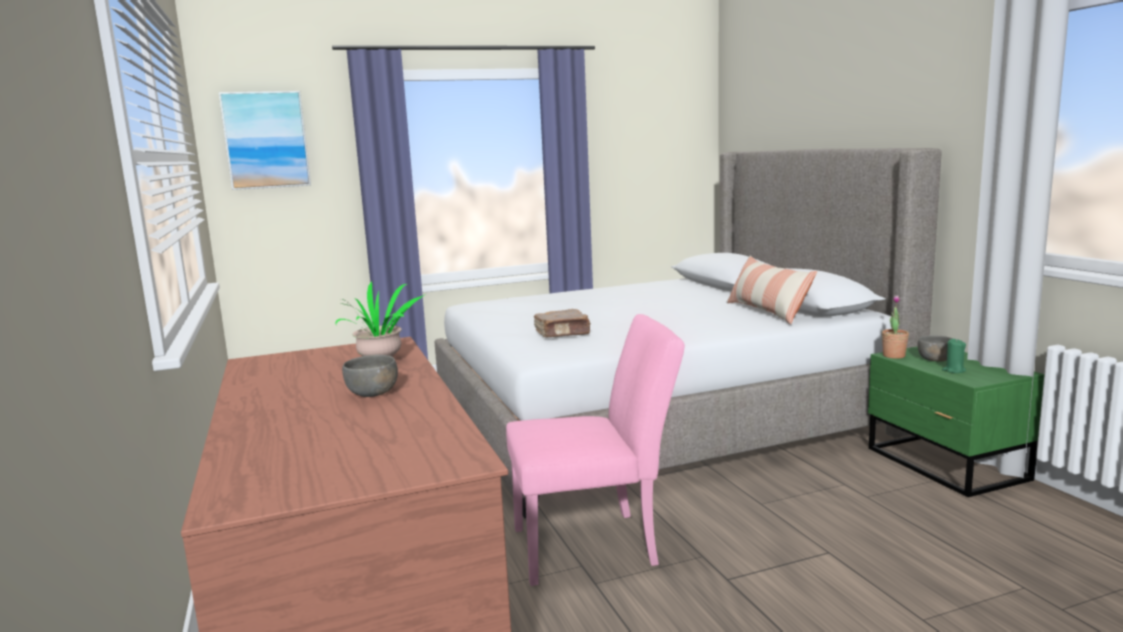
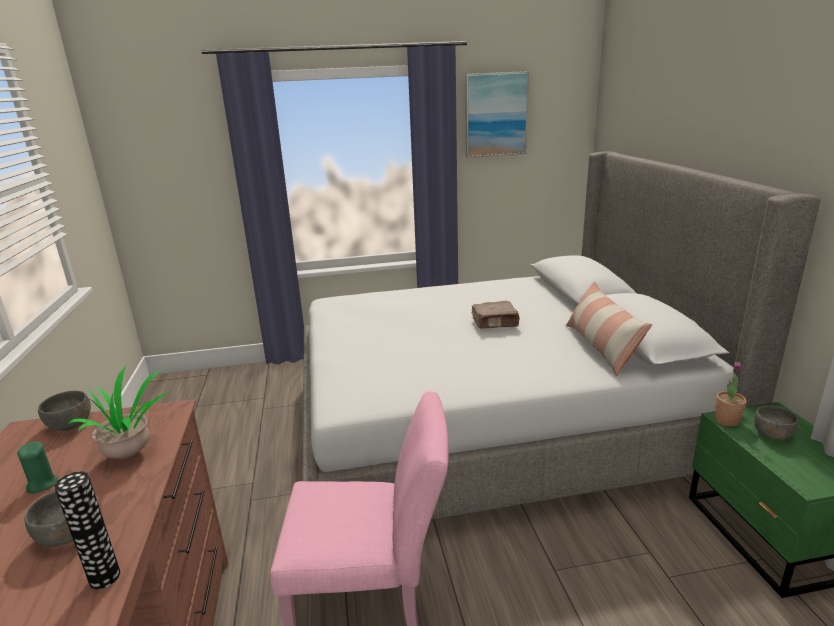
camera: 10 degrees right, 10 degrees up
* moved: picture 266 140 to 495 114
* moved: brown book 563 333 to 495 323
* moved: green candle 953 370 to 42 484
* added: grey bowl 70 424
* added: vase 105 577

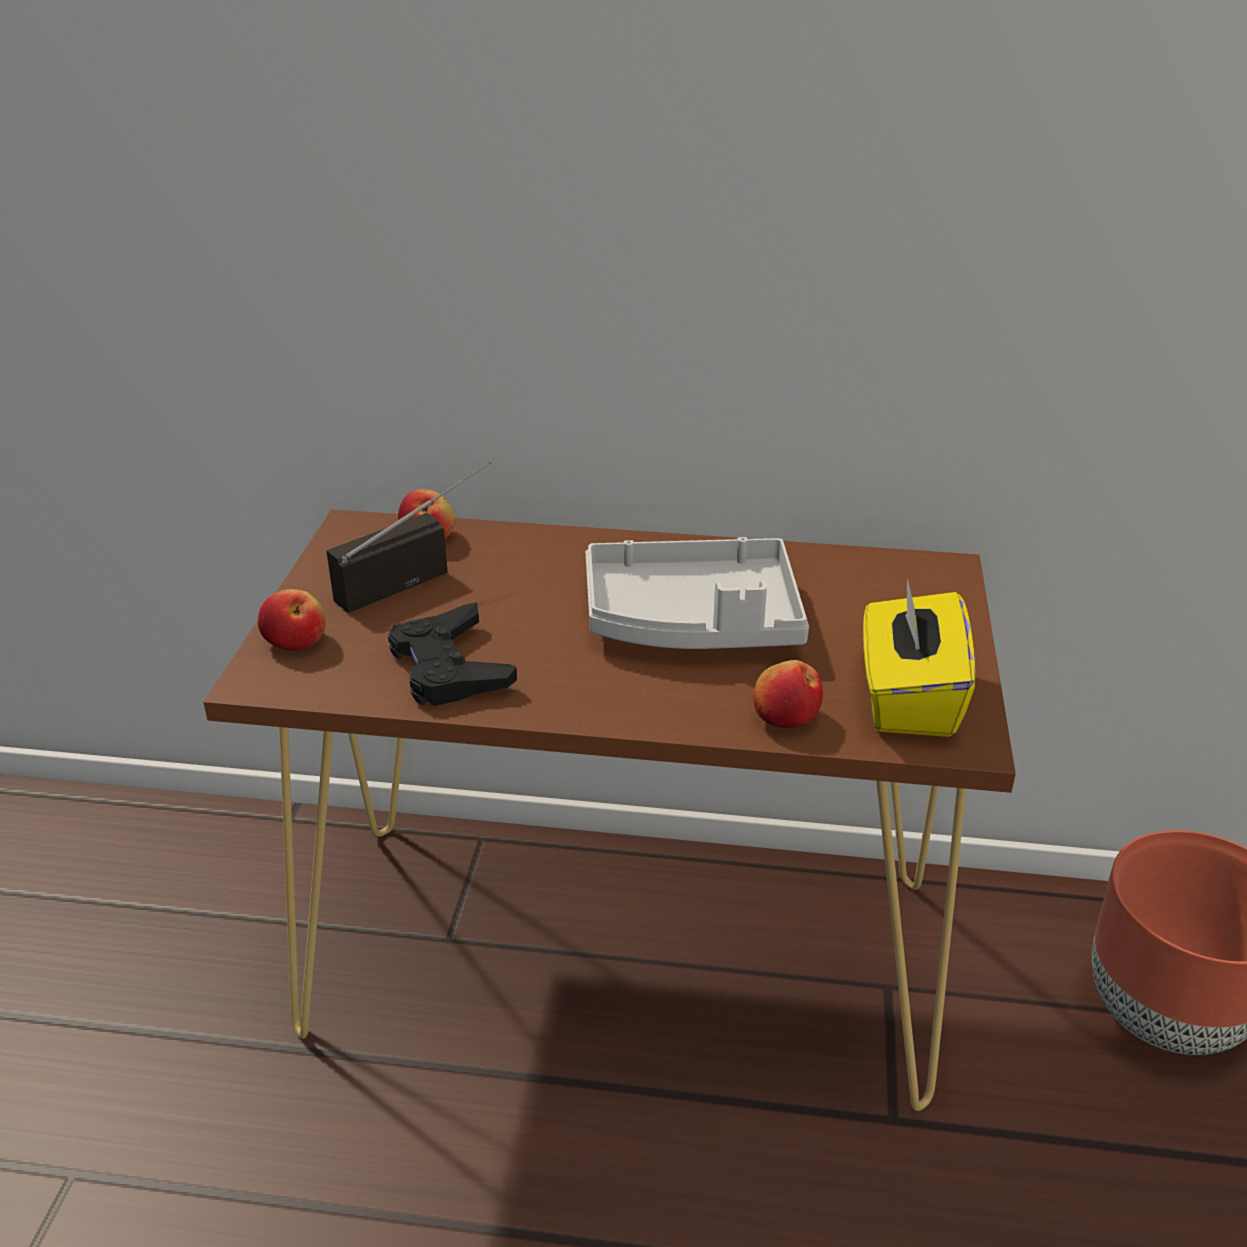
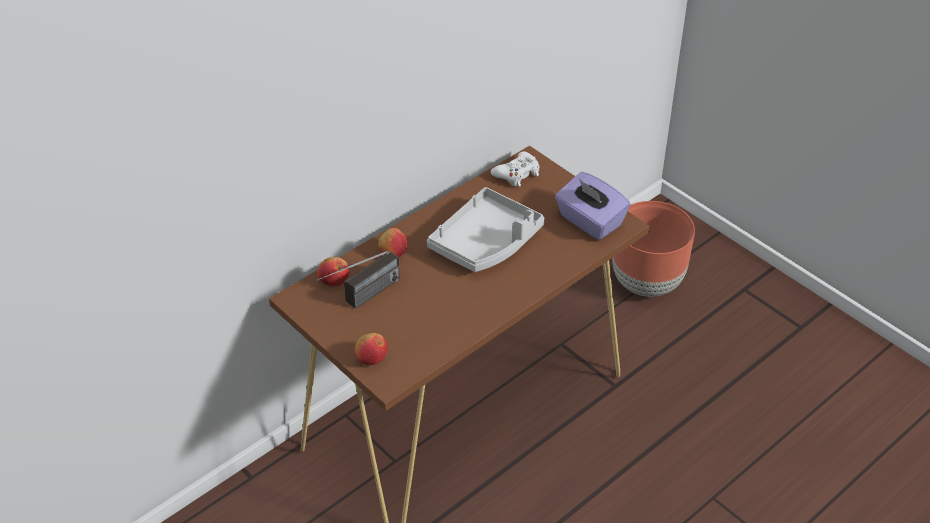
camera: 50 degrees left, 10 degrees up
* turned: radio 416 575 = 362 299 135 degrees counterclockwise
* removed: black game controller 449 667
* moved: apple 785 717 to 393 252
* recoloured: yellow tissue box 908 698 to purple tissue box 589 221
* added: white game controller 517 174

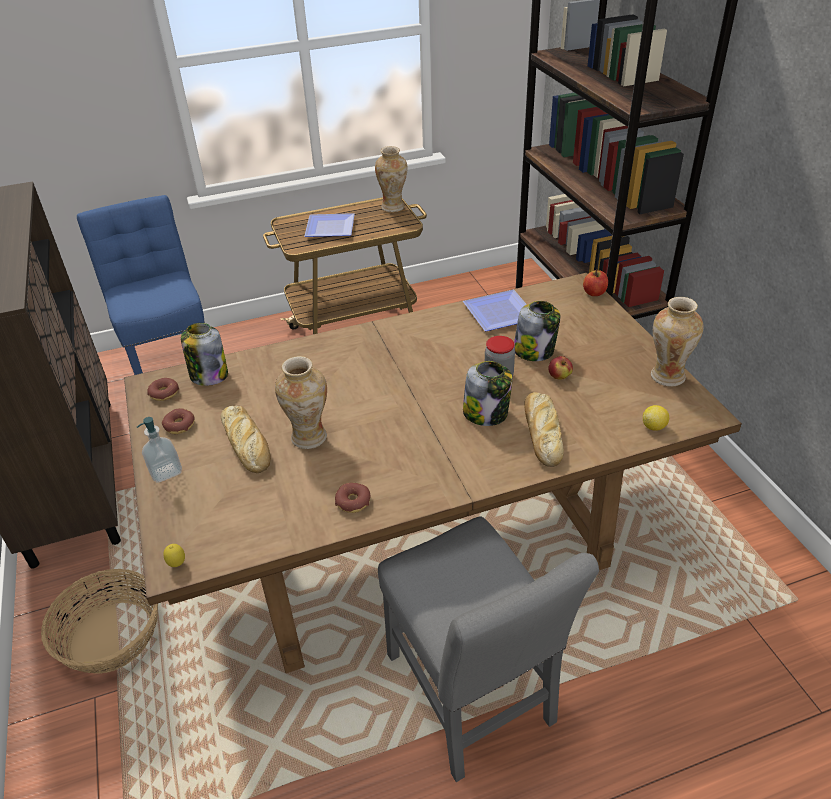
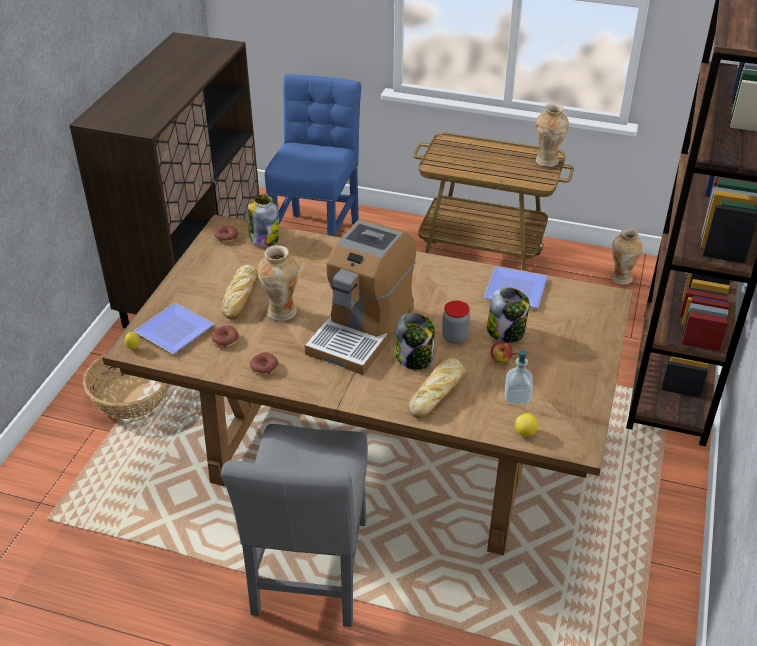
camera: 35 degrees right, 0 degrees up
* moved: soap dispenser 166 471 to 517 397
* moved: donut 180 425 to 225 340
* moved: plate 328 229 to 171 331
* removed: apple 594 293
* moved: vase 666 376 to 620 278
* added: coffee machine 362 329

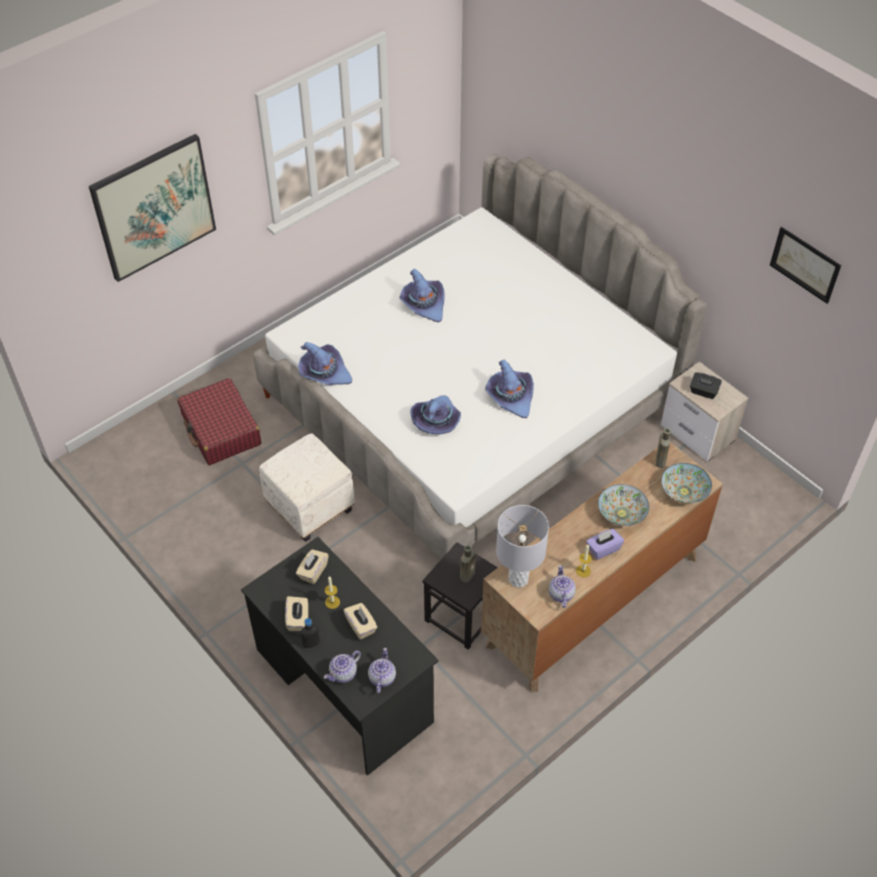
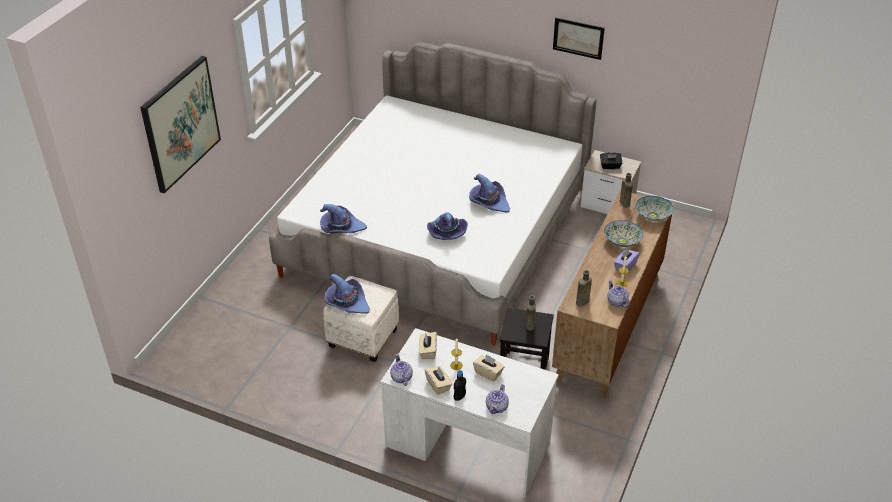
camera: 25 degrees left, 10 degrees down
* removed: red suitcase 221 430
* recoloured: black desk 343 685 to white desk 467 445
* moved: teapot 381 677 to 401 377
* moved: purple hat 423 304 to 347 302
* replaced: grey table lamp 518 579 to brown bottle 581 302
* moved: picture 805 264 to 578 38

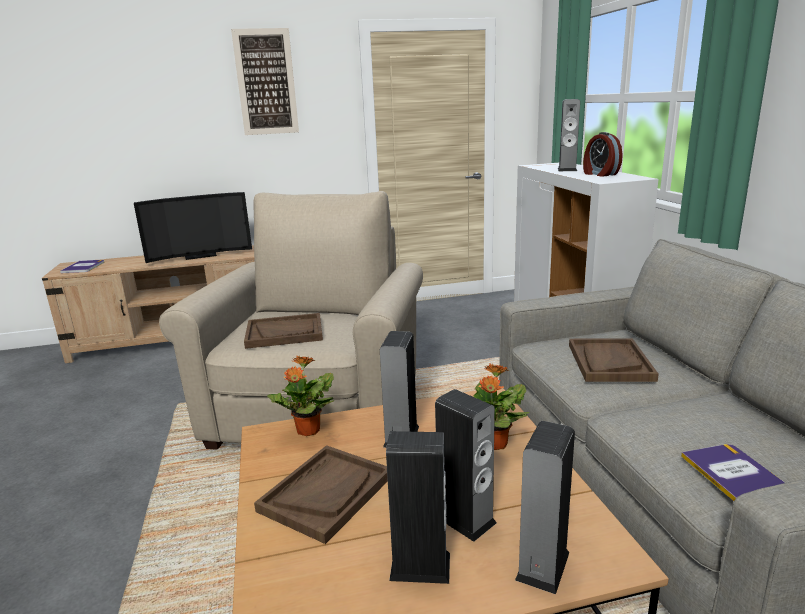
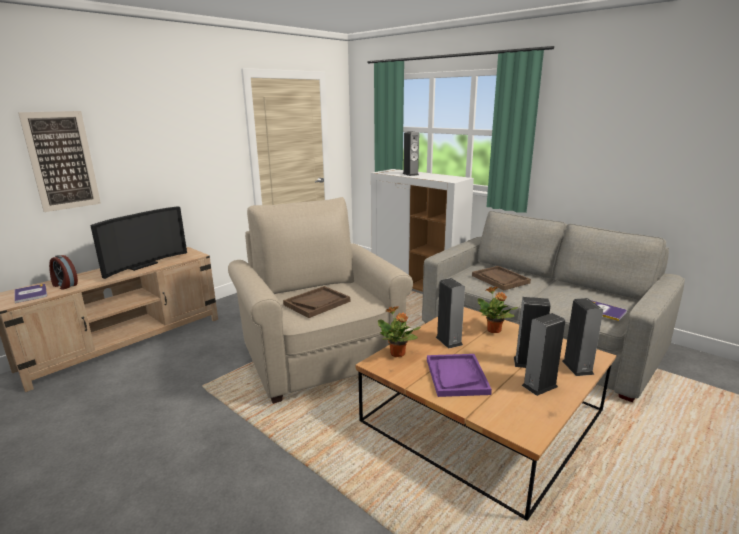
camera: 35 degrees left, 0 degrees up
* moved: picture 266 82 to 62 161
* recoloured: brown tray 326 493 to purple tray 456 376
* moved: alarm clock 599 174 to 64 285

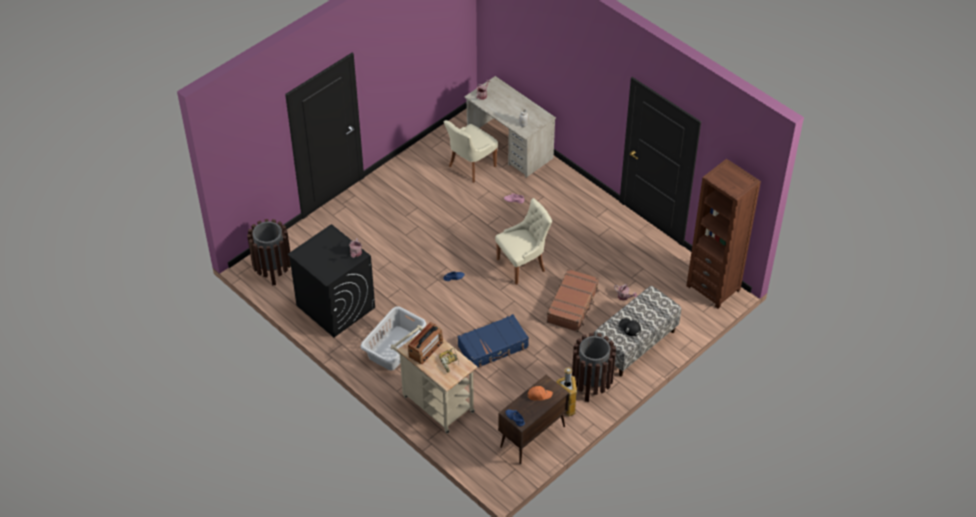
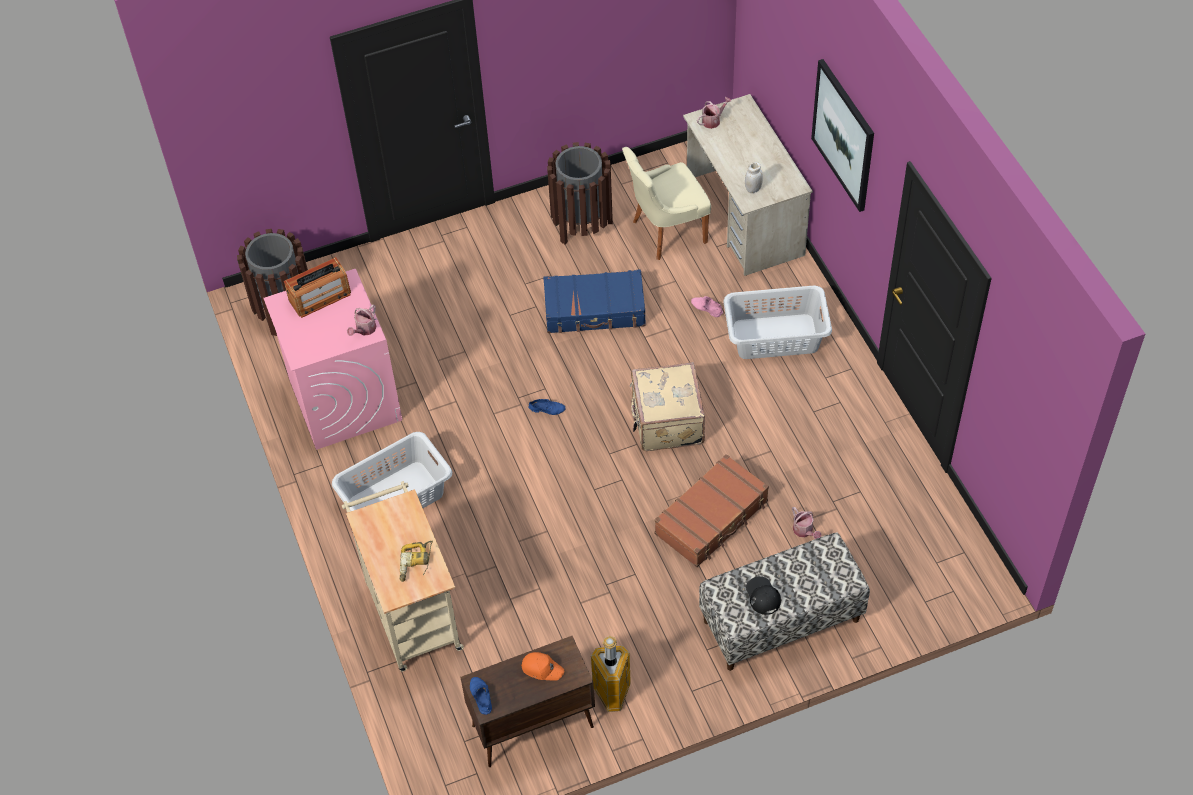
camera: 25 degrees right, 5 degrees up
* recoloured: black washing machine 335 306 to pink washing machine 344 399
* moved: radio 426 349 to 320 297
* moved: blue suitcase 493 347 to 595 310
* replaced: beige chair 523 264 to beige suitcase 666 422
* moved: brown trash can 591 385 to 582 224
* removed: brown bookcase 713 288
* added: grey laundry basket 776 337
* added: picture 843 135

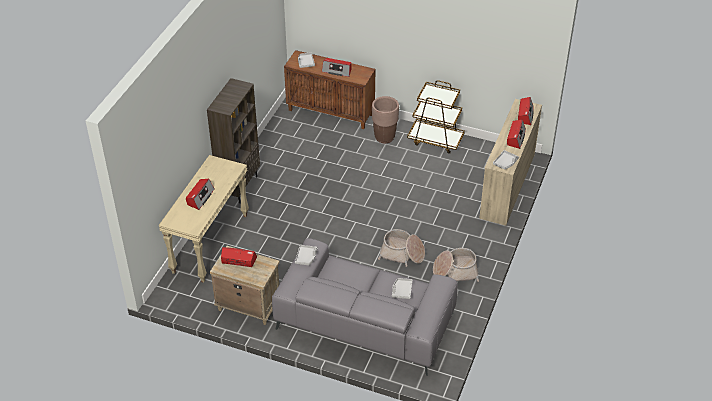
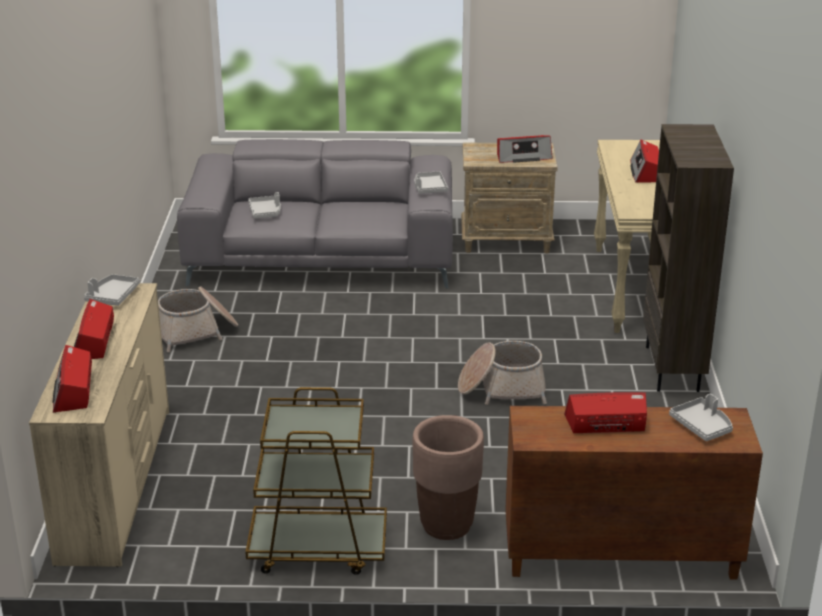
camera: 160 degrees right, 15 degrees down
* moved: basket 402 254 to 502 388

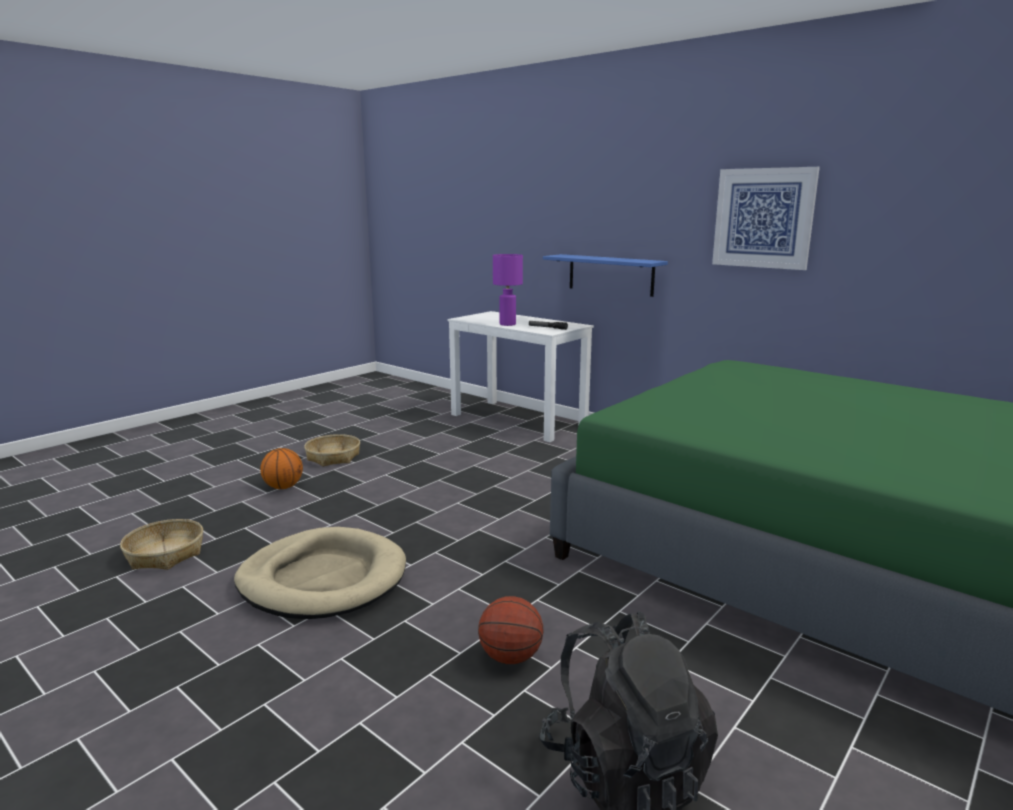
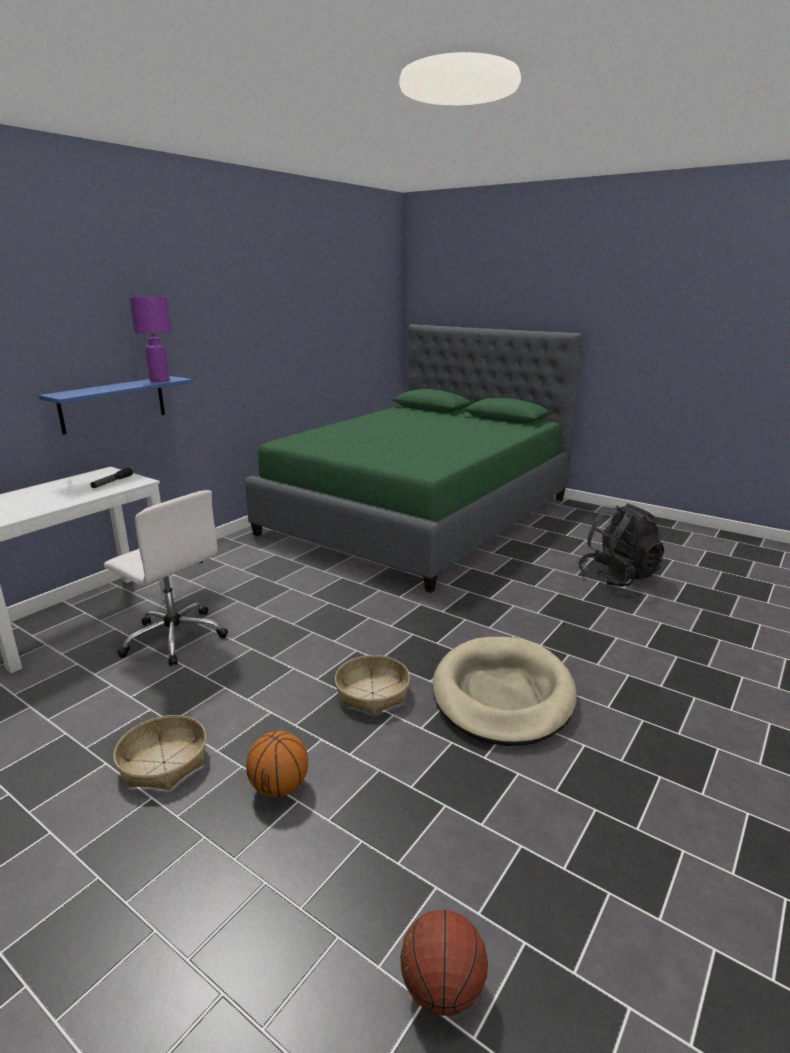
camera: 95 degrees left, 5 degrees up
* moved: basket 165 554 to 373 693
* moved: basketball 511 657 to 442 988
* moved: purple table lamp 507 324 to 159 380
* removed: picture 763 218
* added: white office chair 174 637

